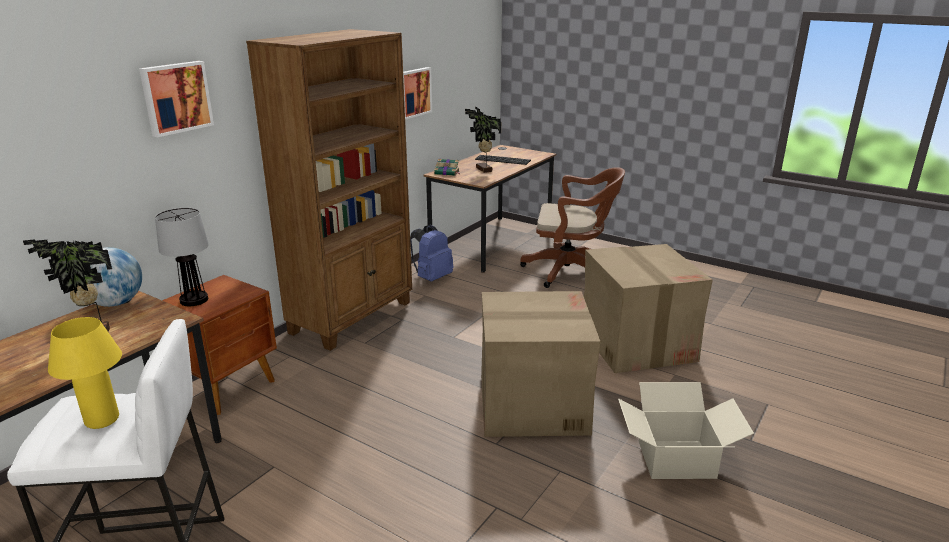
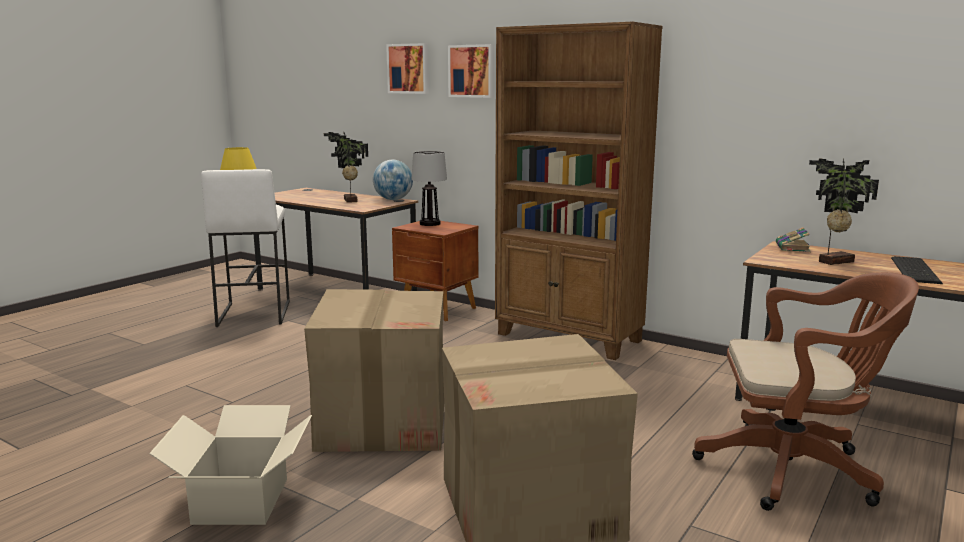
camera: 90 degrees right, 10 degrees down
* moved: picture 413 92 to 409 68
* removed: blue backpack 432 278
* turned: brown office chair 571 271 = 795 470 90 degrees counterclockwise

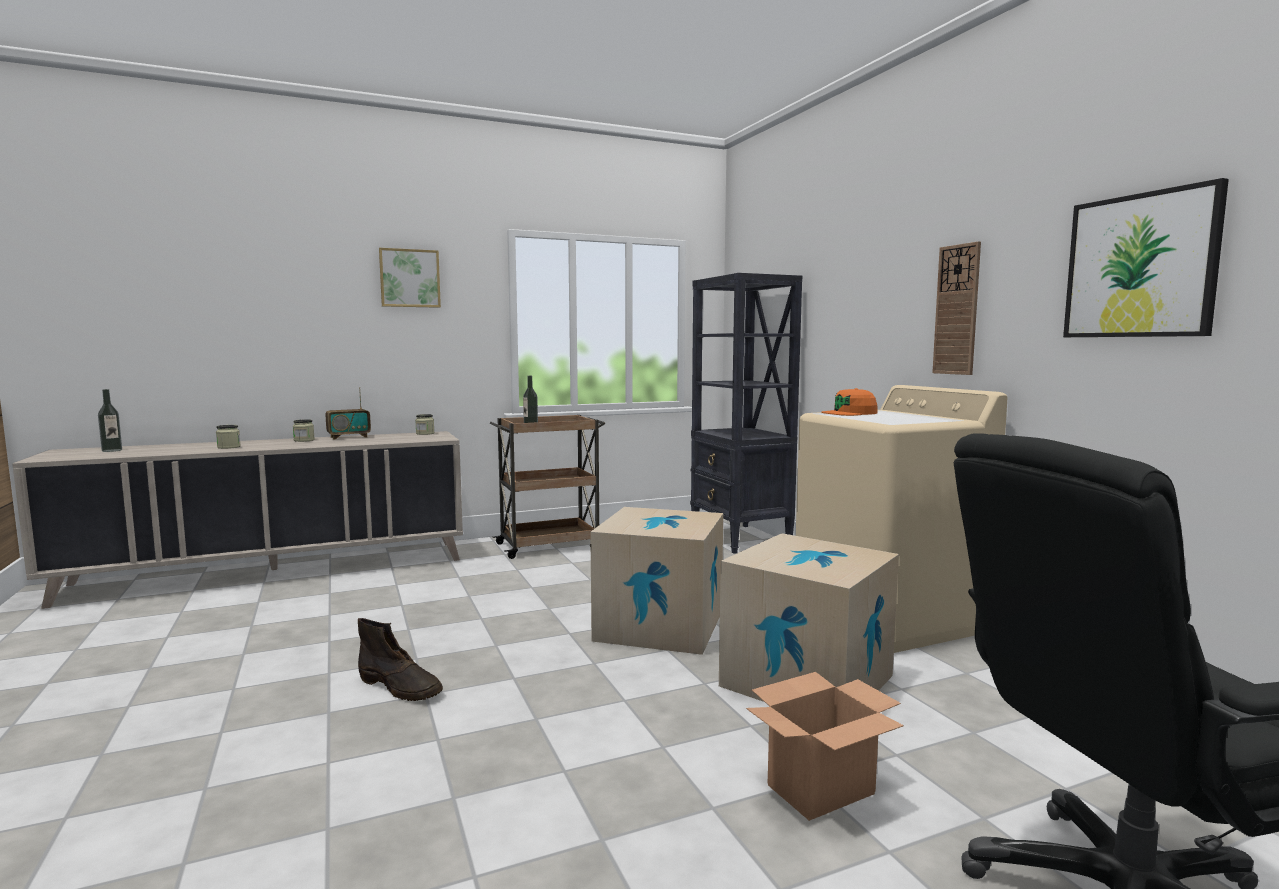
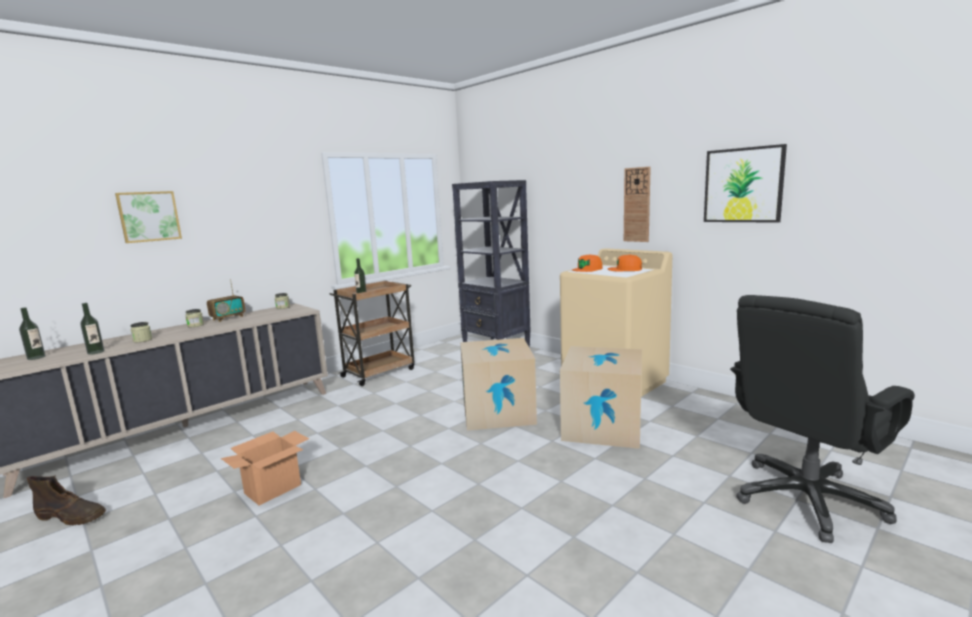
camera: 20 degrees left, 5 degrees up
* moved: brown boot 400 687 to 72 517
* moved: picture 409 278 to 149 216
* moved: cardboard box 821 789 to 273 489
* added: bottle 96 352
* added: orange cap 625 269

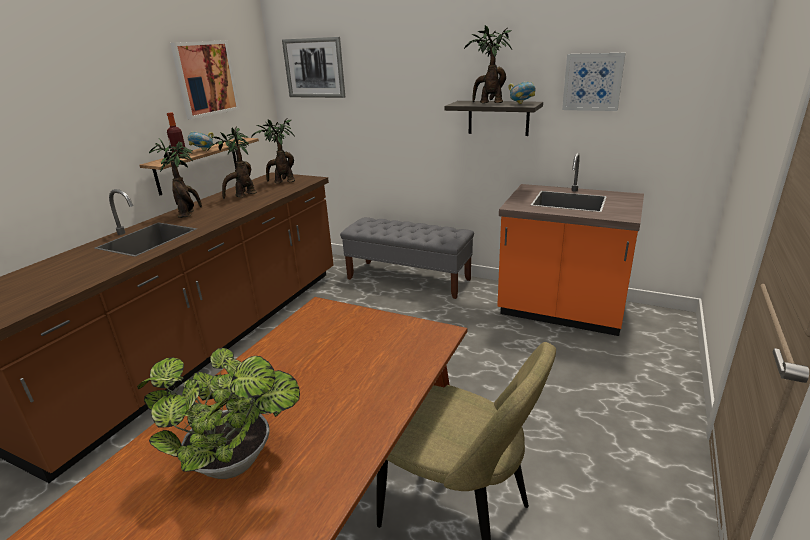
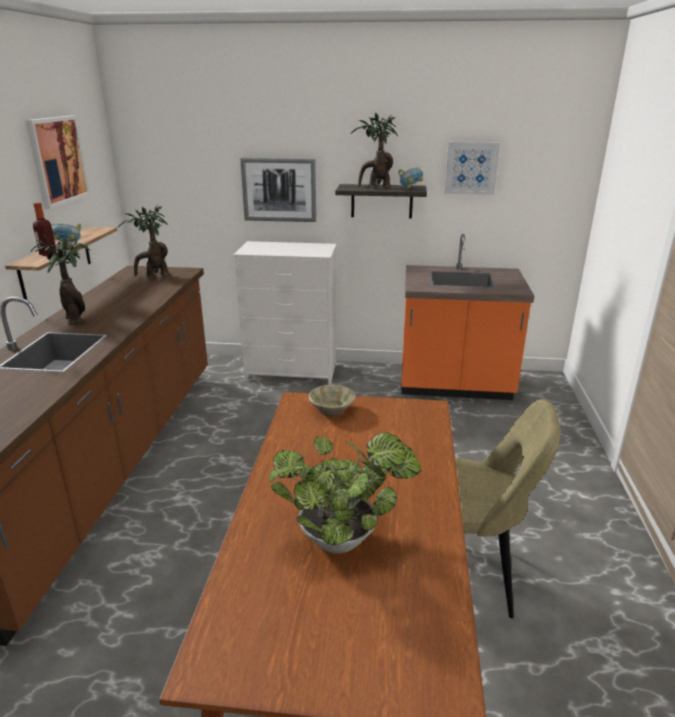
camera: 20 degrees left, 0 degrees up
* removed: potted plant 242 195
* moved: picture 314 68 to 279 190
* replaced: grey bench 408 279 to white dresser 292 371
* added: beige bowl 332 410

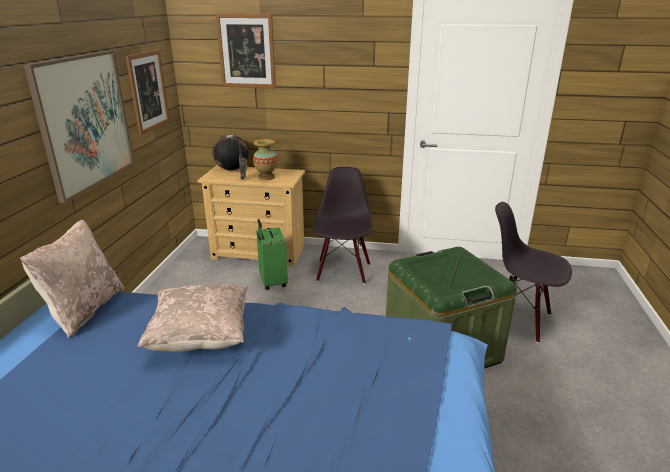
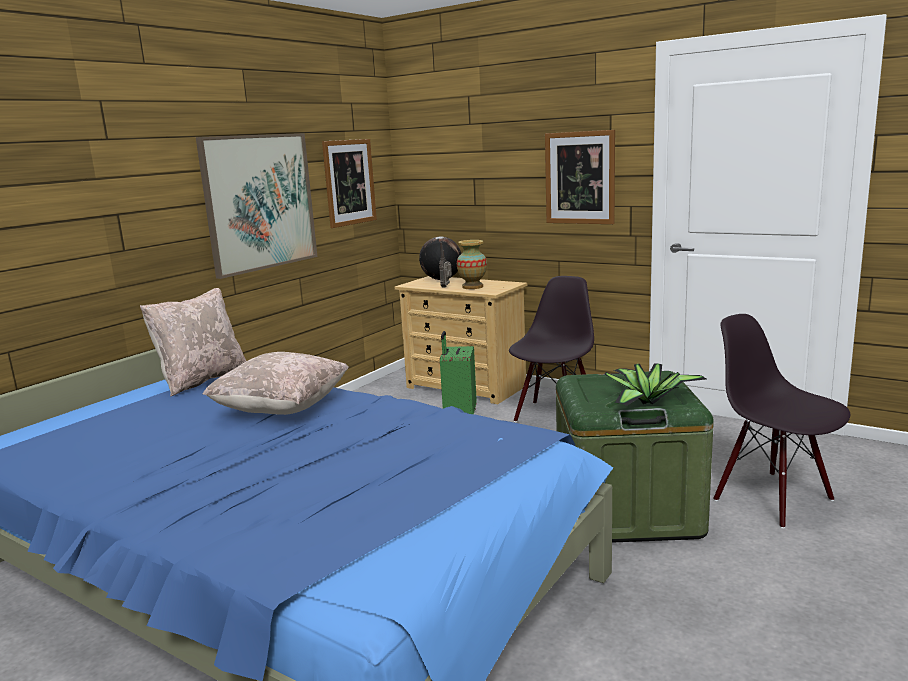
camera: 25 degrees right, 10 degrees down
* moved: picture 246 51 to 580 178
* added: potted plant 647 402

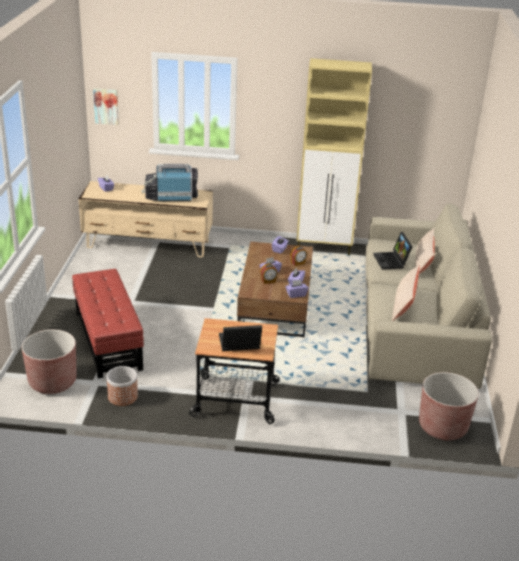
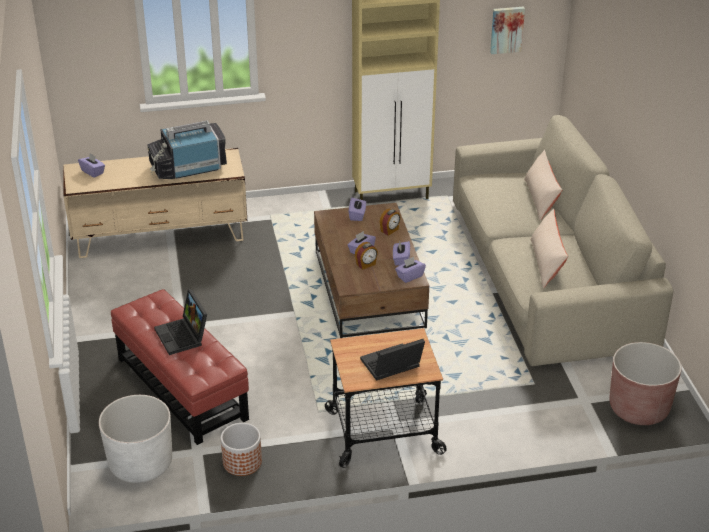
camera: 15 degrees left, 5 degrees up
* recoloured: brown planter 52 382 to white planter 141 464
* moved: picture 106 106 to 506 29
* moved: laptop 392 261 to 183 336

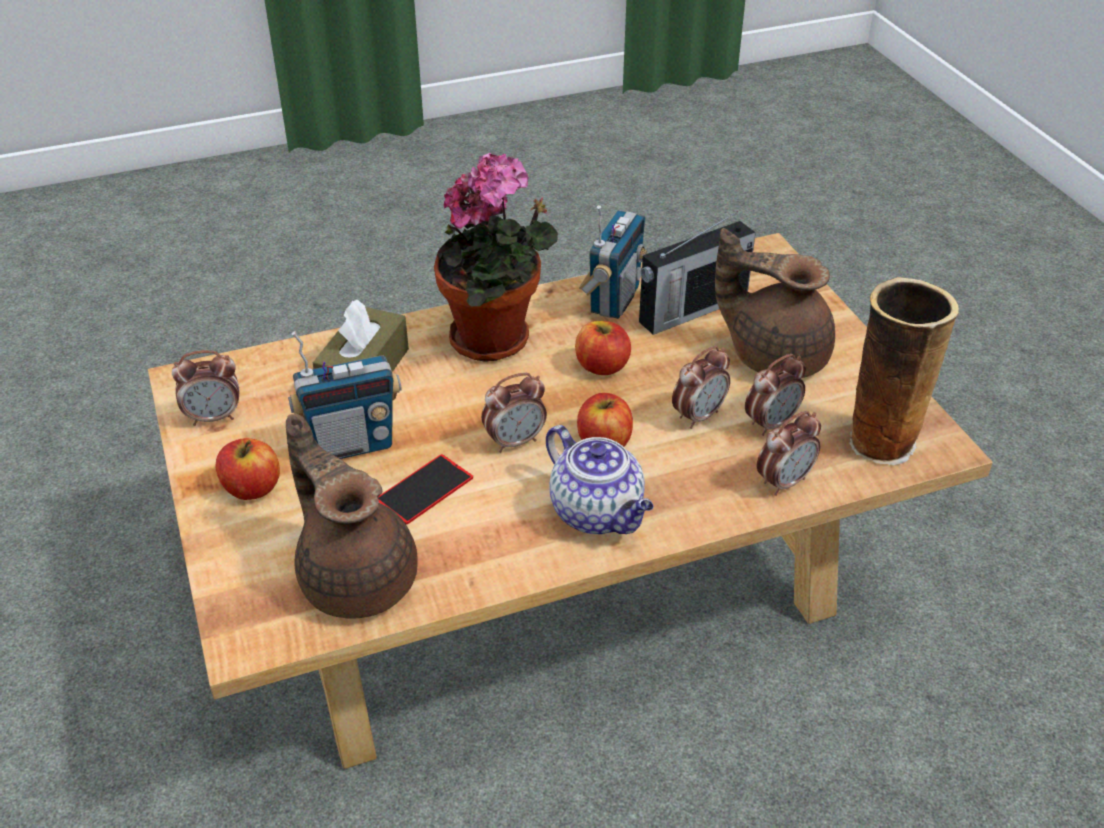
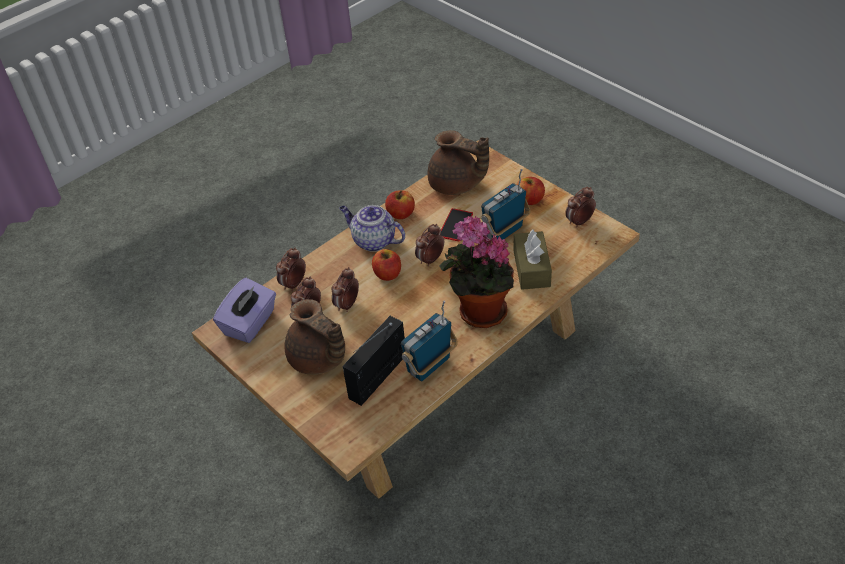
camera: 160 degrees right, 5 degrees up
* moved: apple 602 366 to 401 214
* turned: radio 613 300 = 429 366 45 degrees clockwise
* turned: brown teapot 774 354 = 319 359 45 degrees clockwise
* replaced: vase 880 440 to purple tissue box 250 323

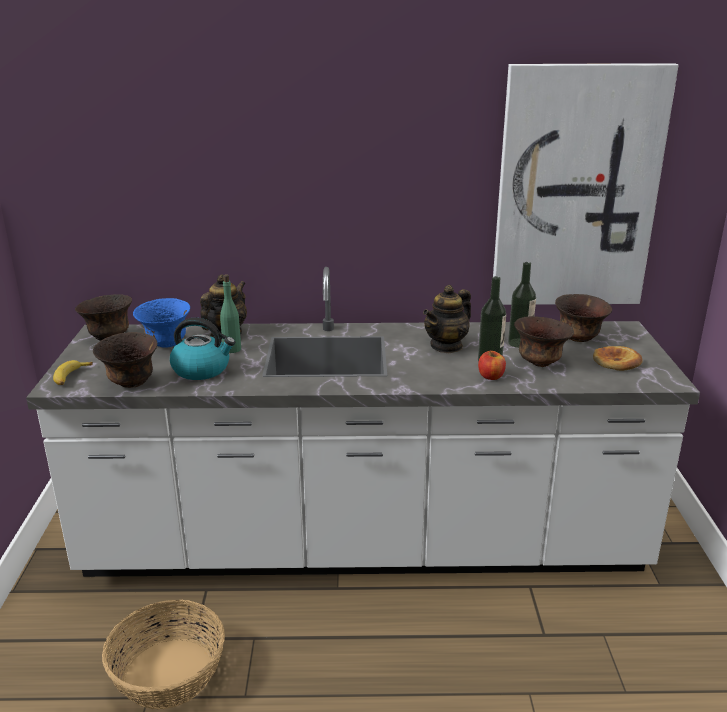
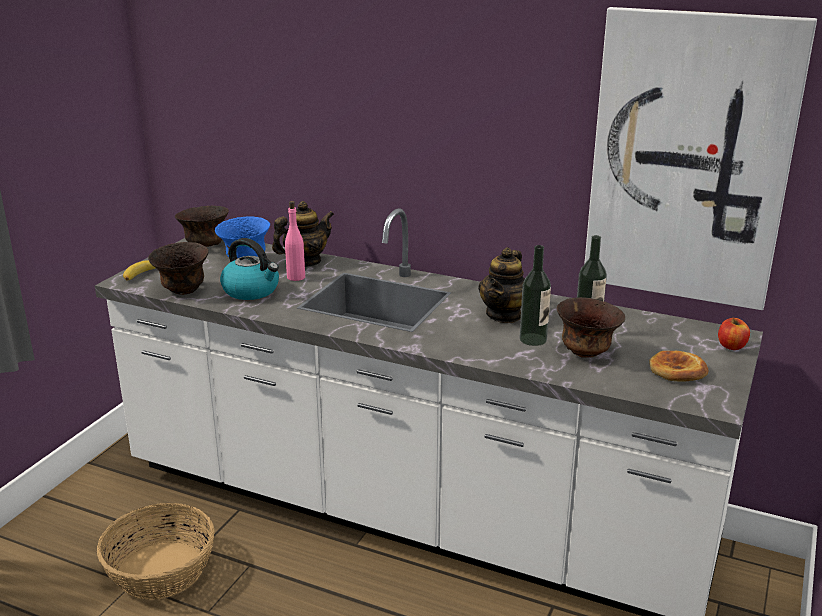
camera: 25 degrees right, 0 degrees up
* recoloured: green bottle 232 349 to pink bottle 296 277
* turned: teapot 446 346 = 504 315 45 degrees counterclockwise
* moved: apple 491 376 to 731 346
* removed: brown bowl 579 338

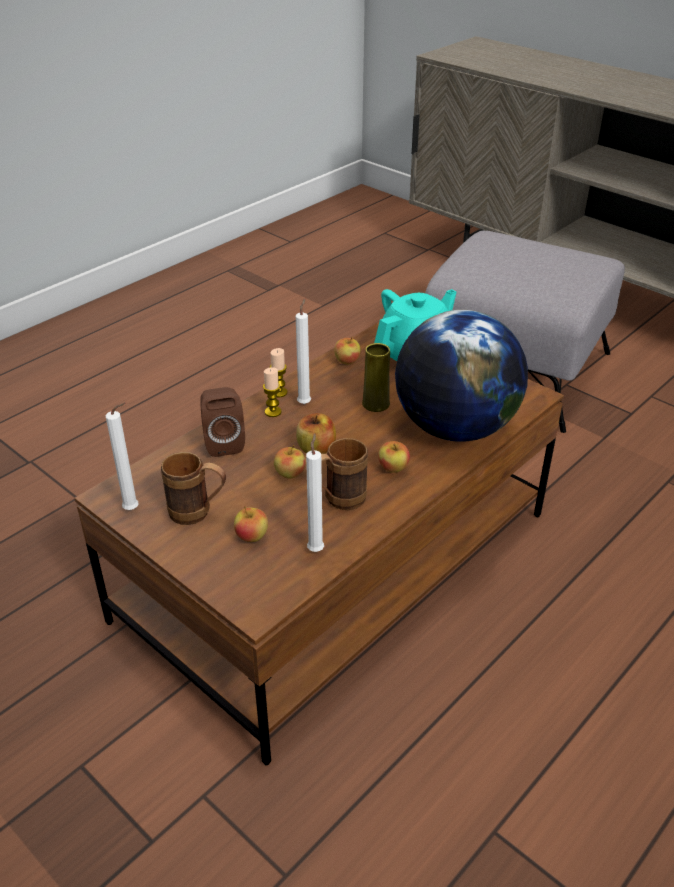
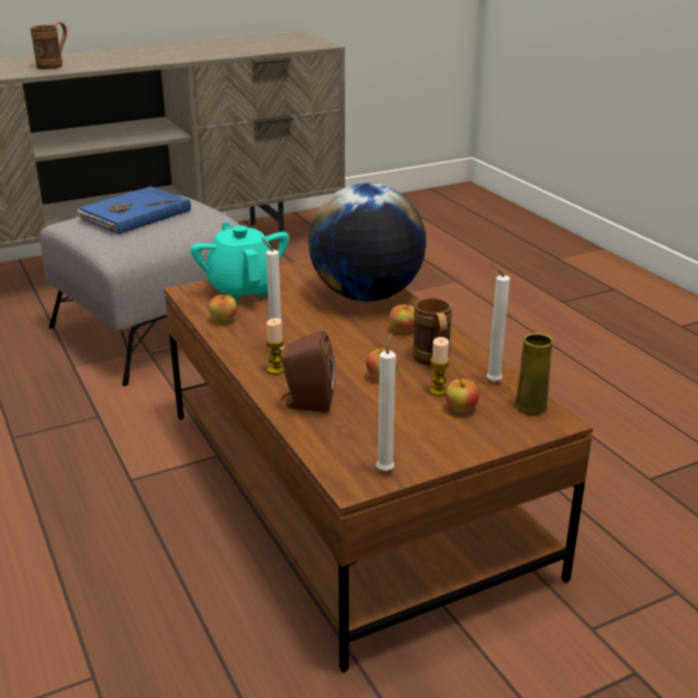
camera: 70 degrees left, 10 degrees down
* moved: brown mug 198 513 to 55 65
* moved: candle 279 392 to 438 391
* removed: apple 316 449
* moved: yellow vase 375 404 to 530 406
* added: blue book 134 214

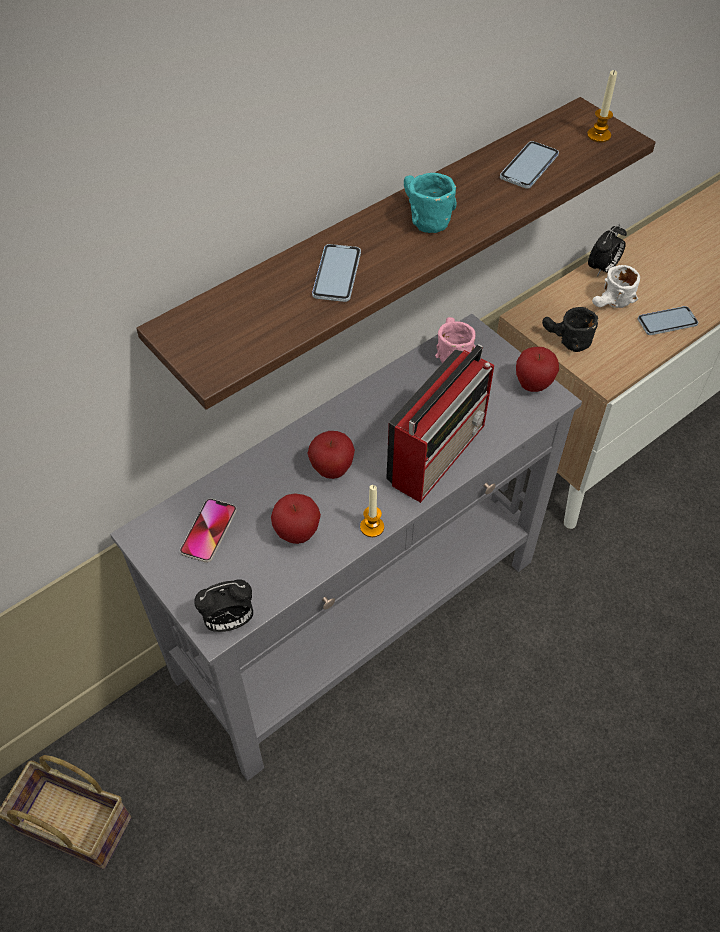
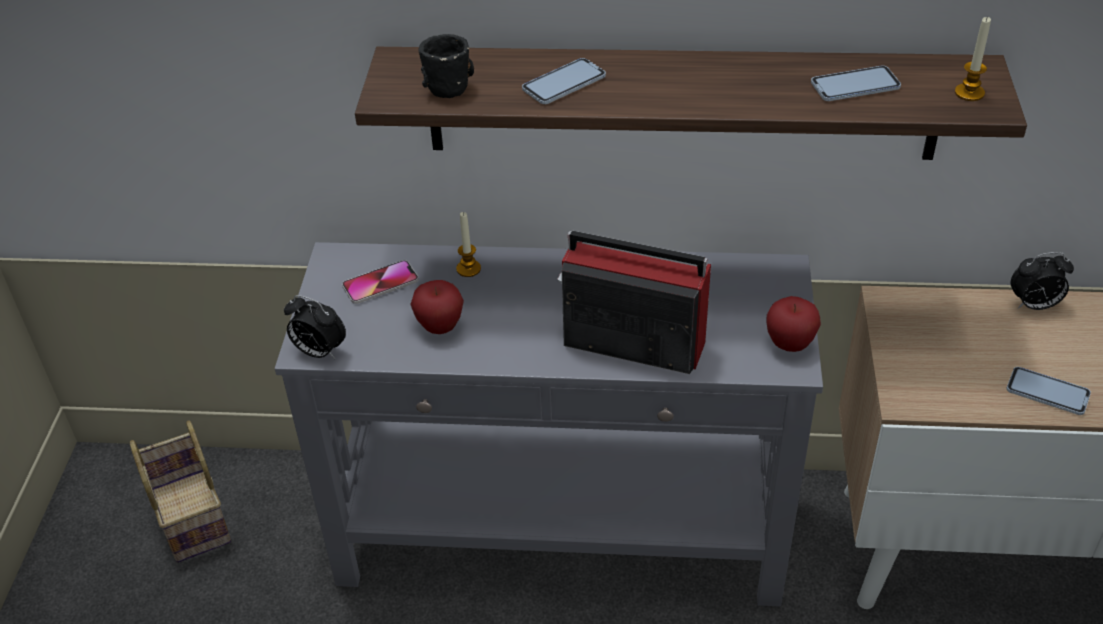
camera: 45 degrees right, 10 degrees down
* removed: apple 332 470
* moved: candle 372 527 to 468 269
* turned: radio 438 452 = 630 342 150 degrees counterclockwise
* removed: turquoise mug 421 216
* removed: pink mug 450 351
* moved: black mug 564 341 to 440 82
* removed: white mug 611 305

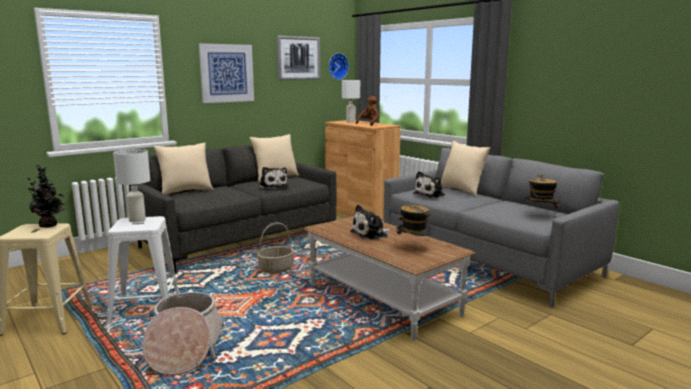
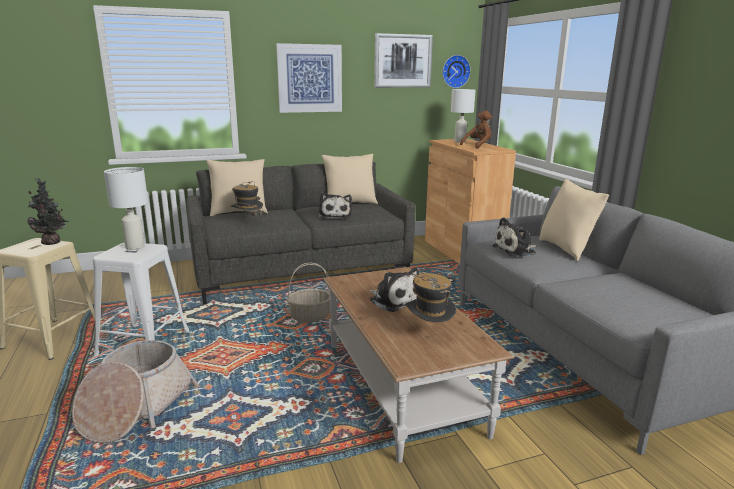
camera: 20 degrees right, 5 degrees up
* turned: plush toy 371 234 = 394 300 120 degrees counterclockwise
* moved: hat 539 215 to 248 222

